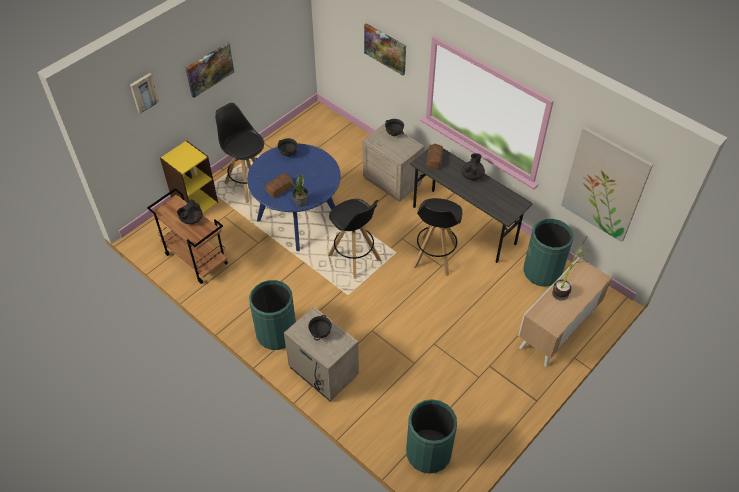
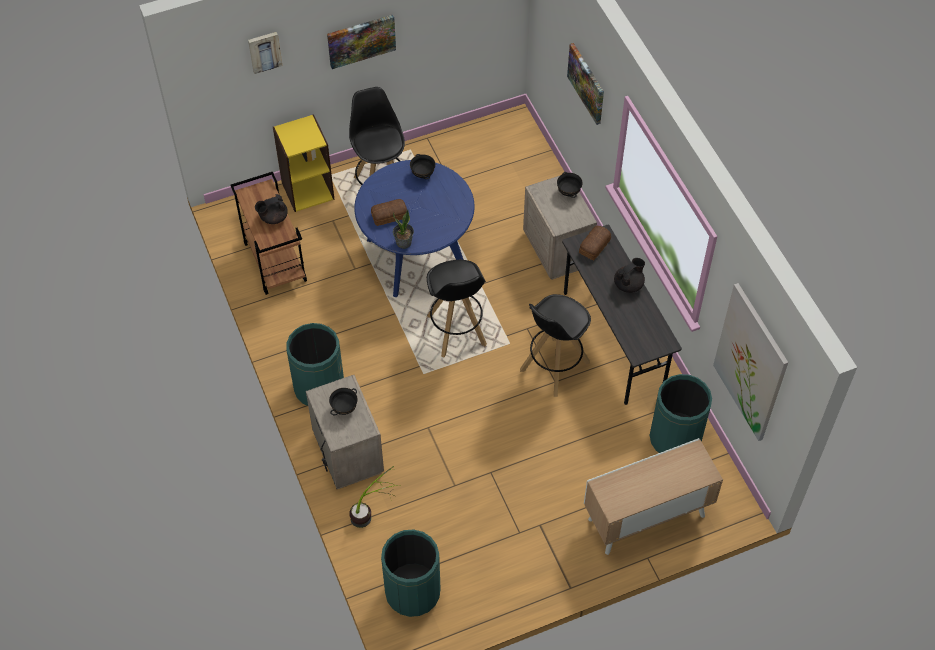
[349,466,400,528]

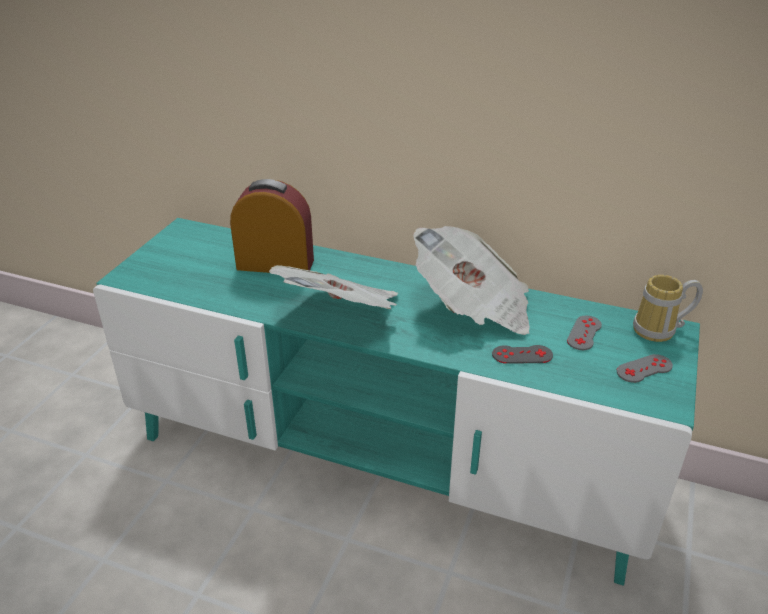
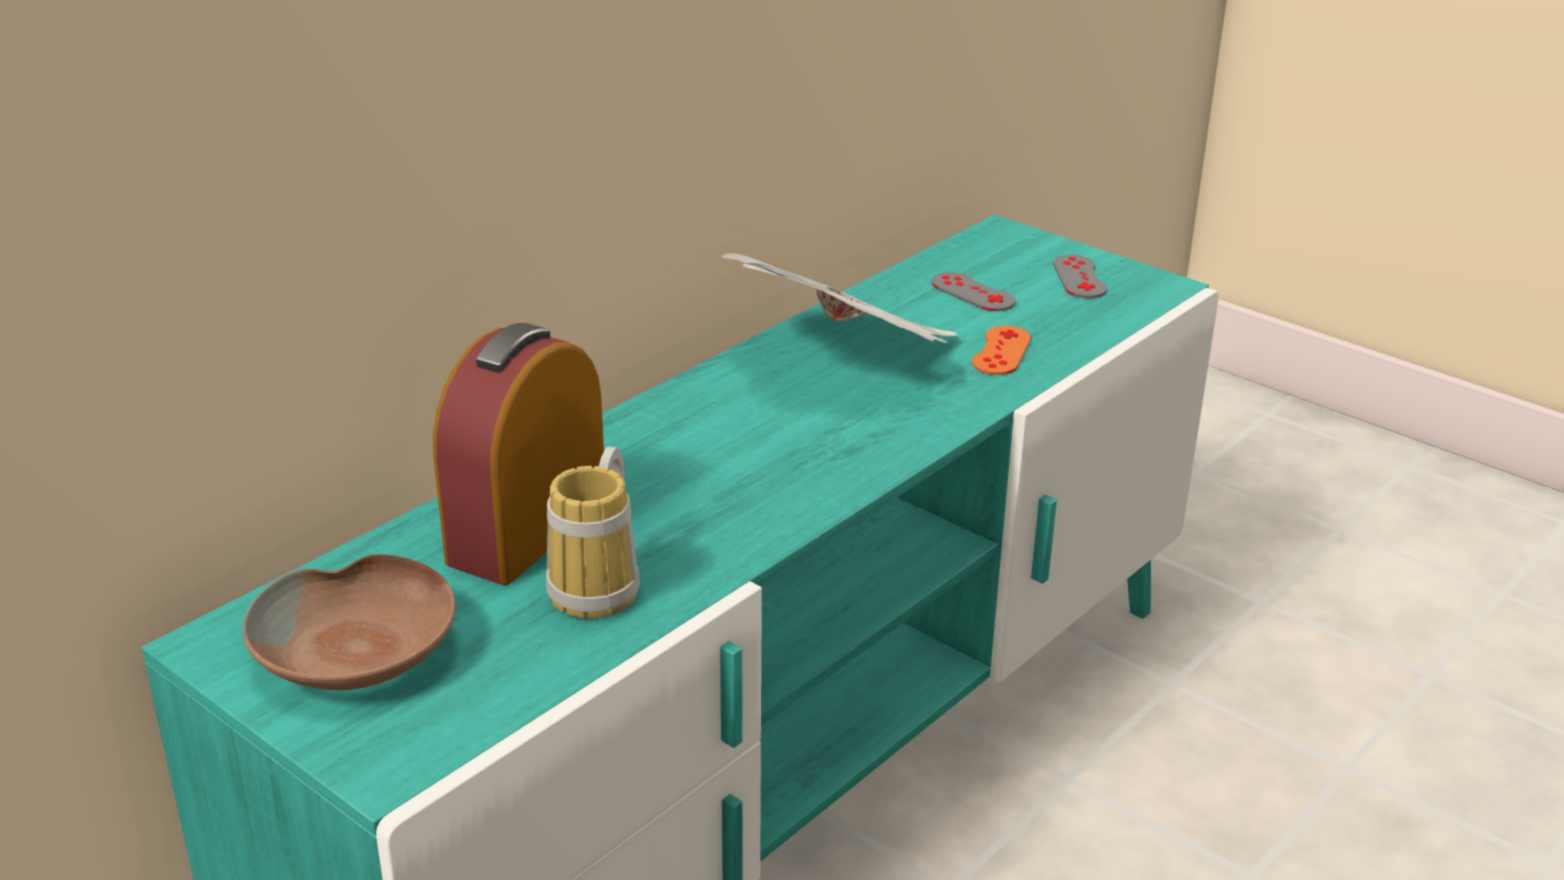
[269,265,398,309] (first image)
[242,554,456,690]
[546,446,640,618]
[972,326,1031,375]

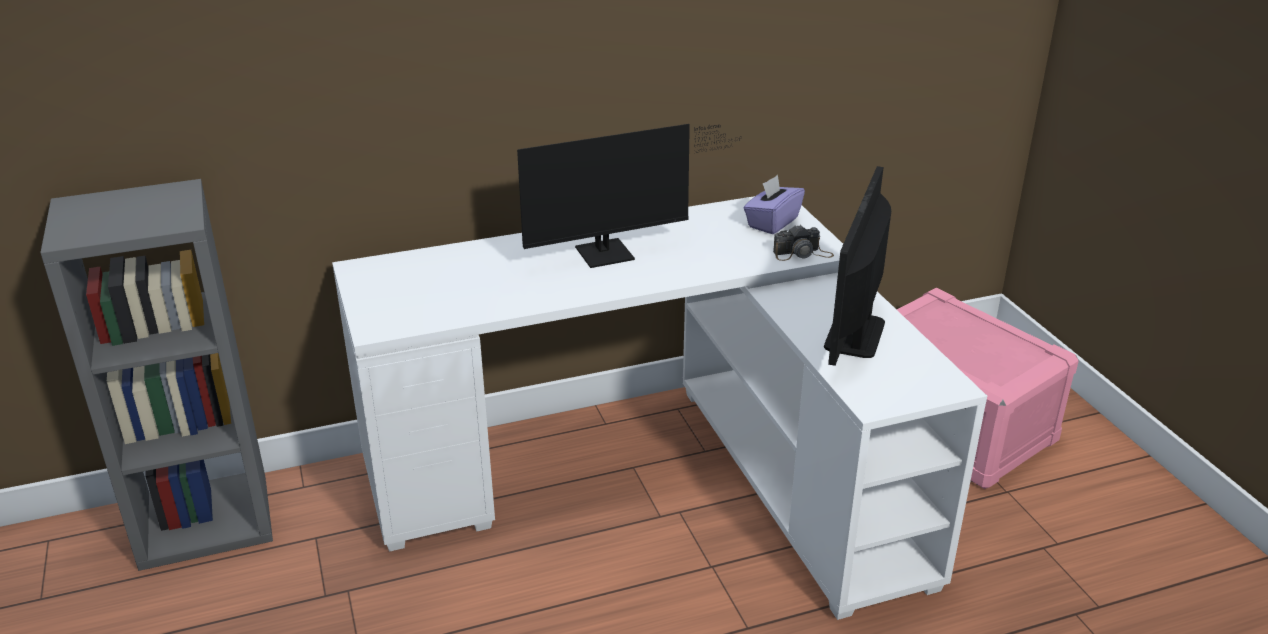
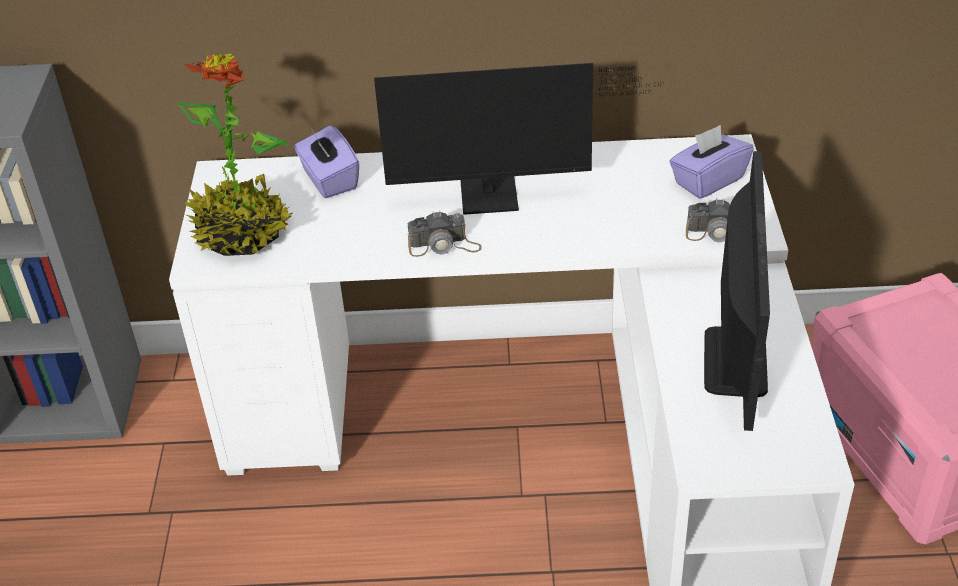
[178,54,293,256]
[294,126,359,198]
[408,211,482,257]
[704,151,770,431]

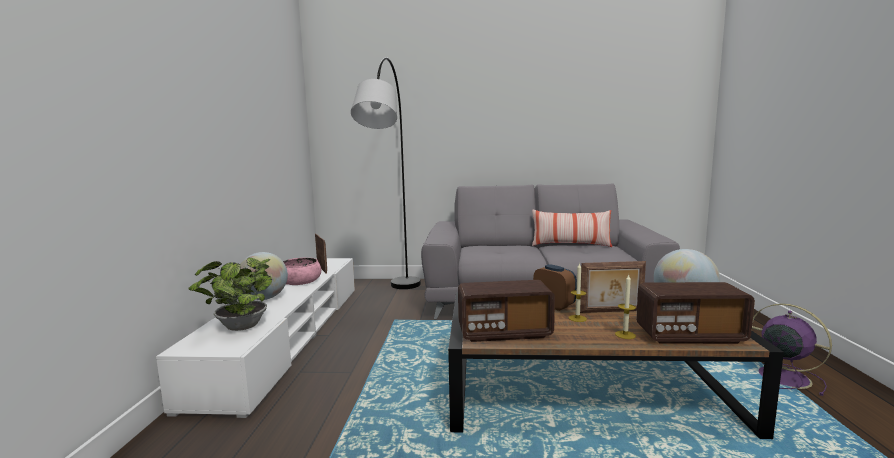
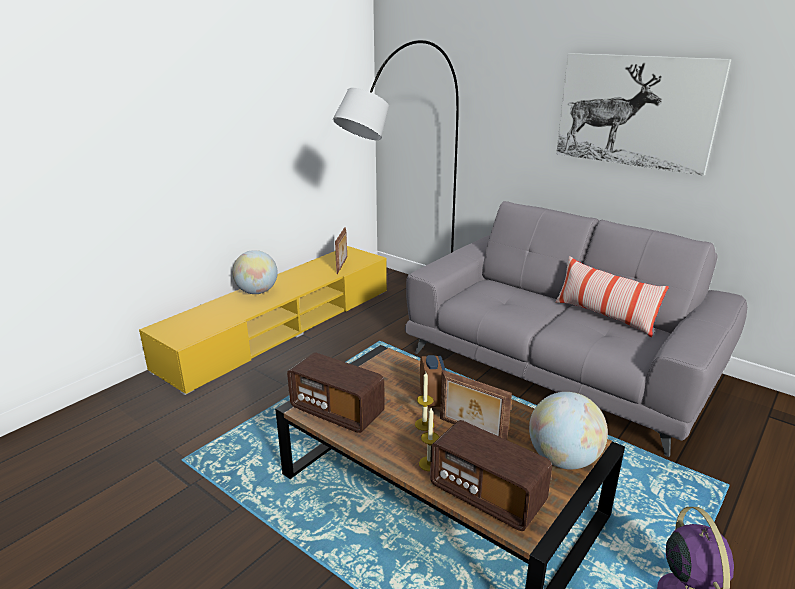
[188,258,272,331] (first image)
[283,258,321,285] (first image)
[556,53,731,176]
[139,246,387,395]

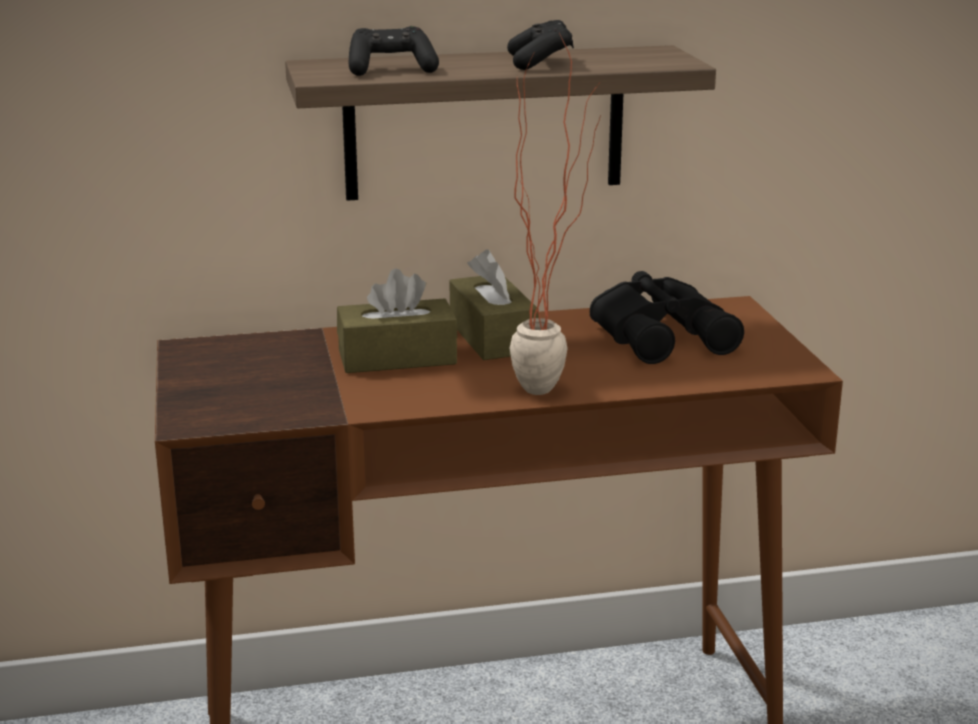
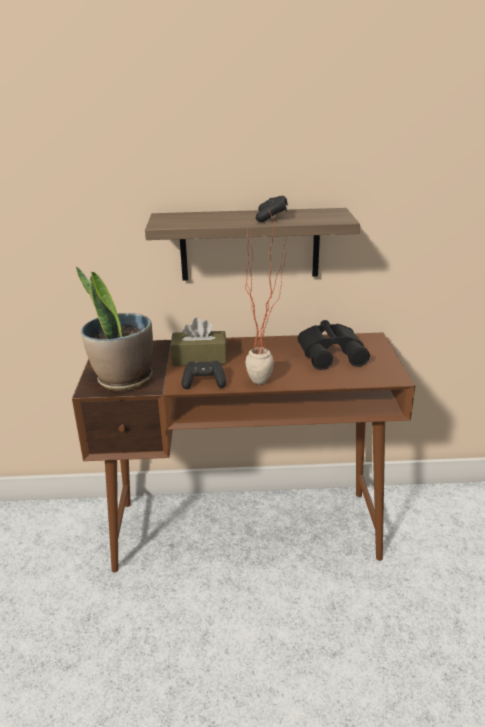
[450,250,539,360] (first image)
[76,267,153,391]
[181,360,226,389]

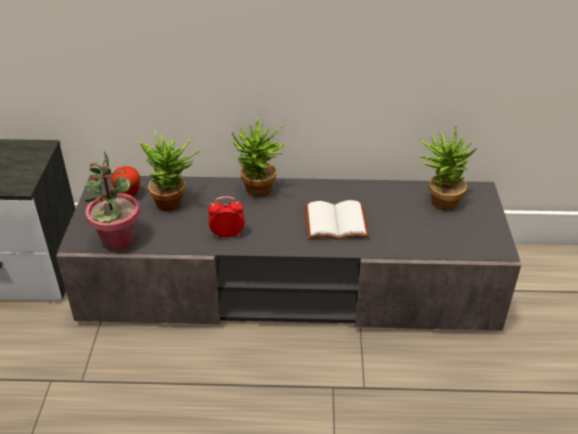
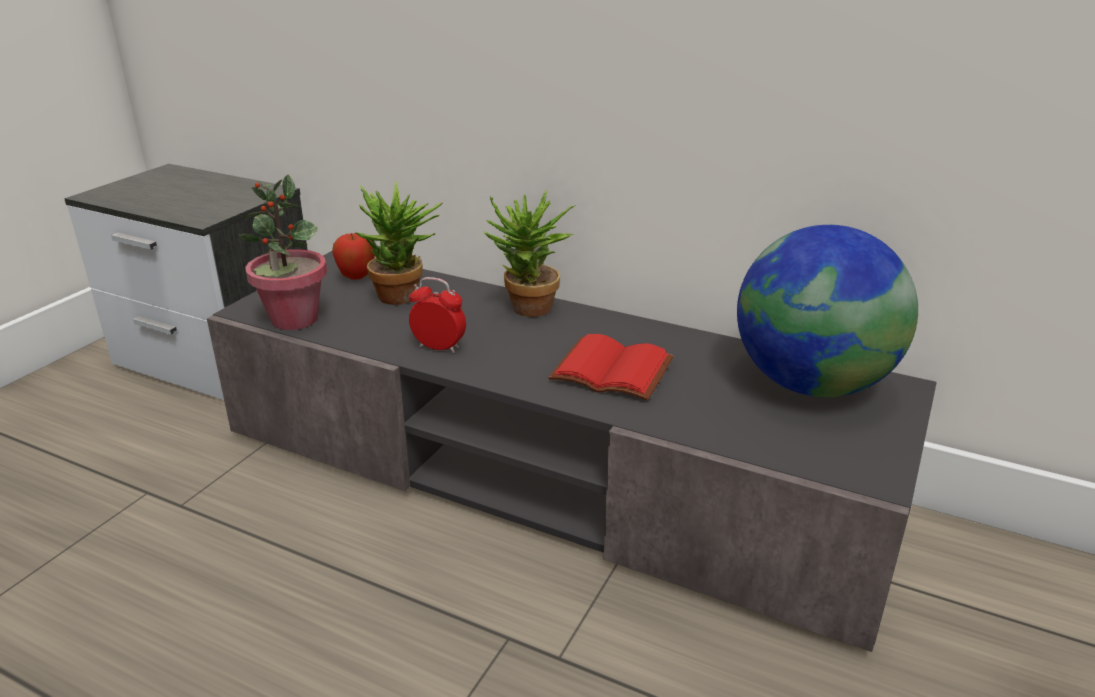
[737,225,918,397]
[548,334,673,401]

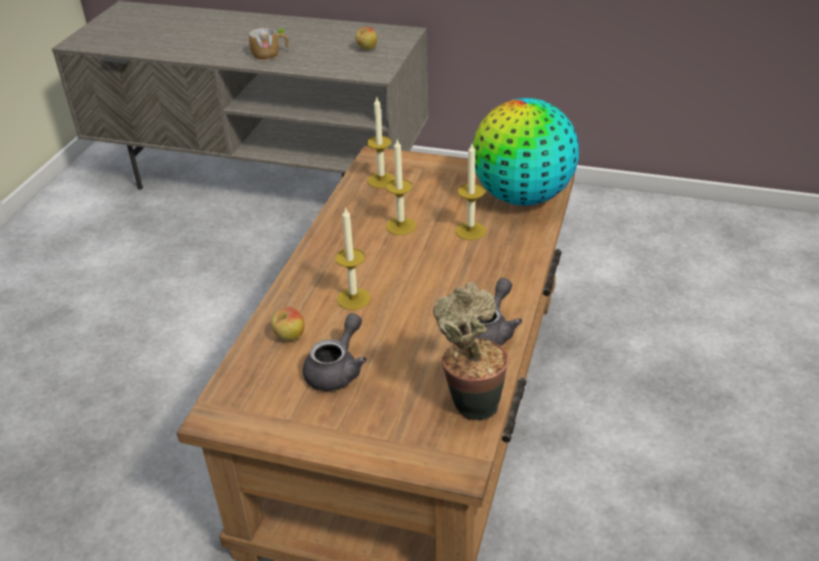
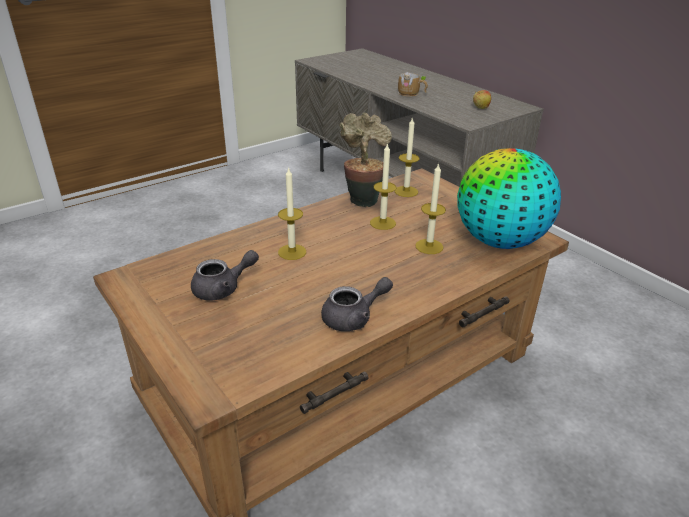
[271,307,304,341] (first image)
[339,113,392,207]

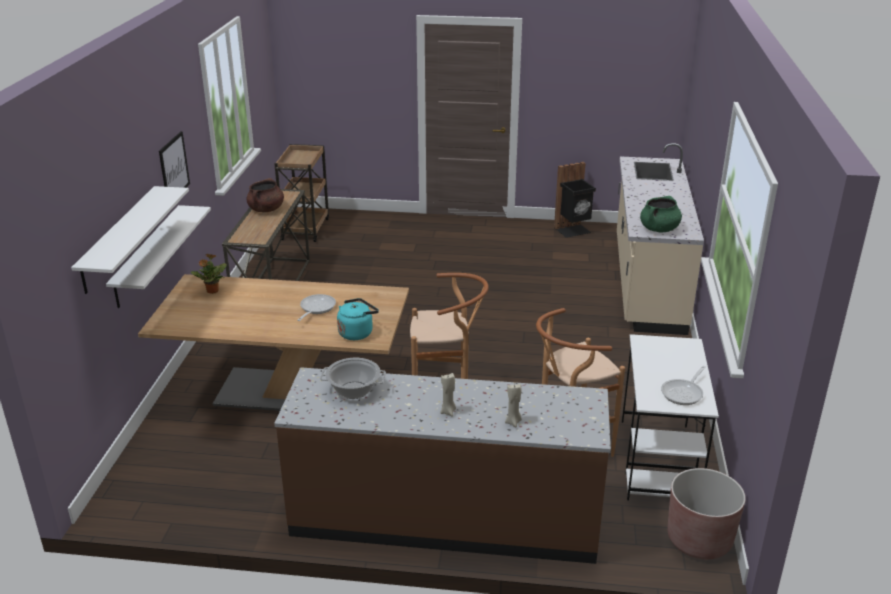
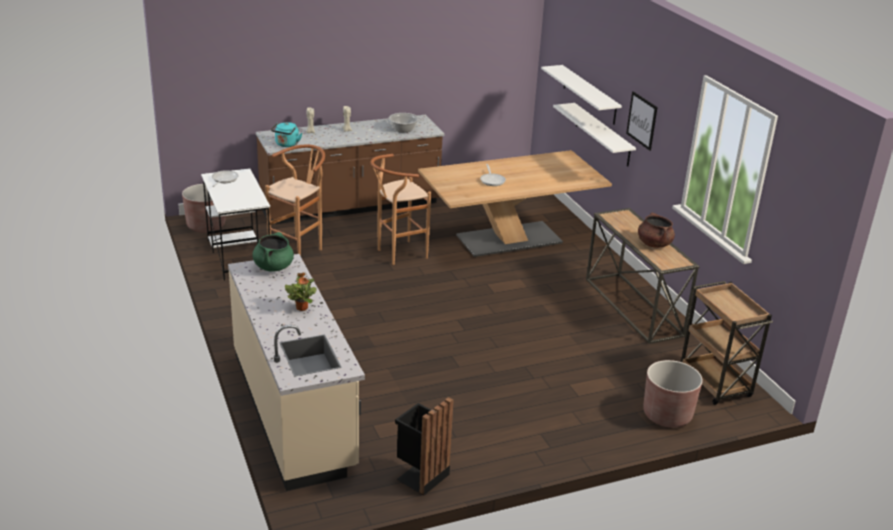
[643,360,703,428]
[285,272,317,311]
[271,122,302,147]

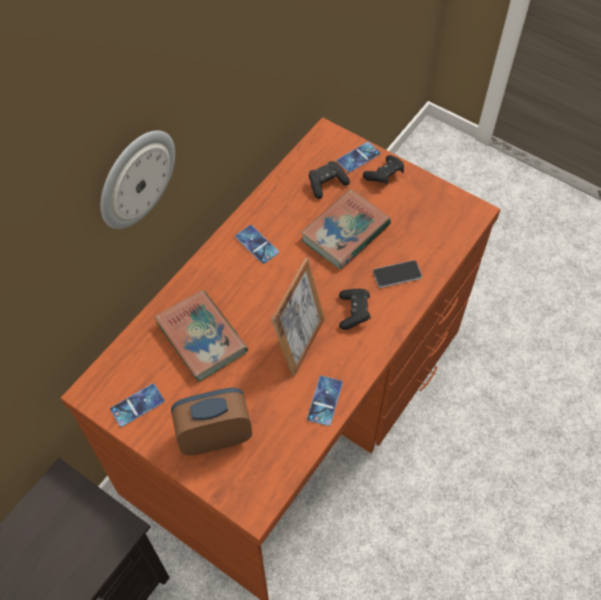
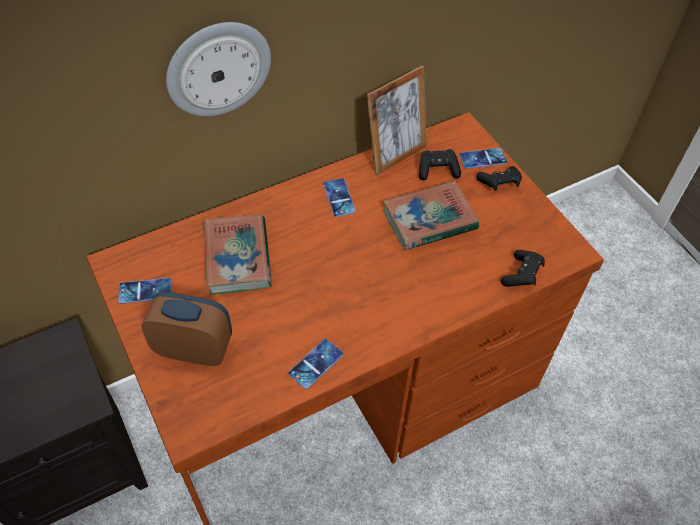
[373,260,422,288] (first image)
[367,66,427,175]
[501,250,545,287]

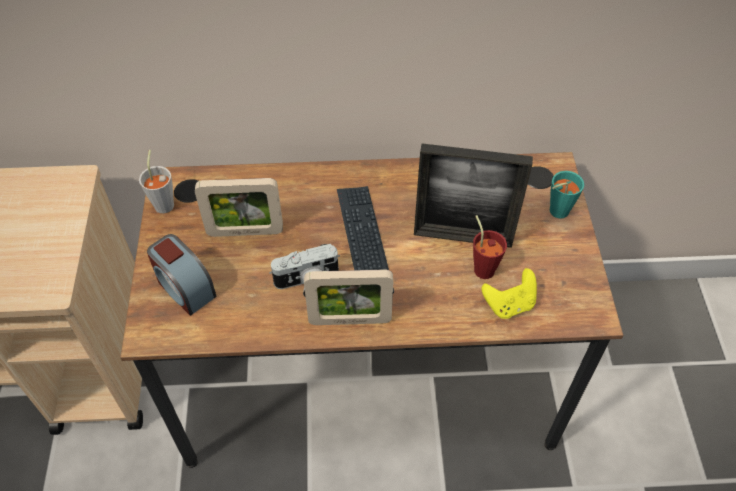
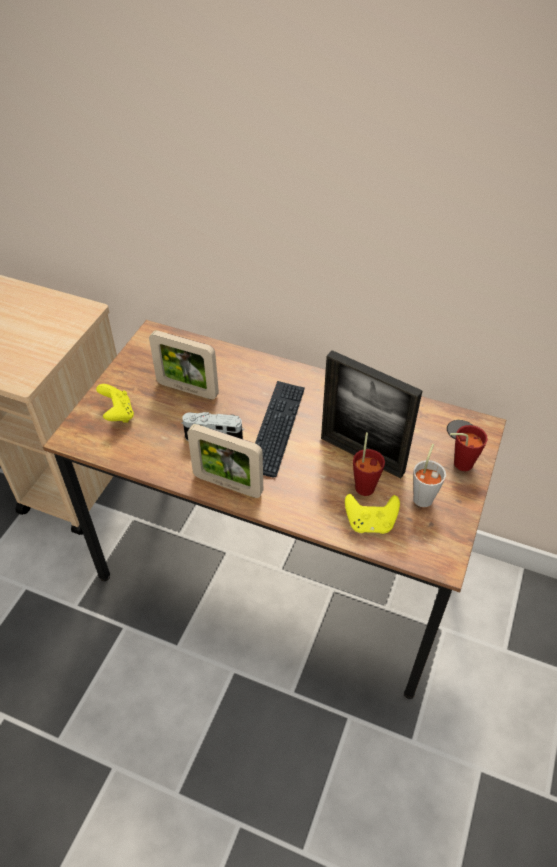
[413,444,446,508]
[96,384,134,423]
[450,425,488,471]

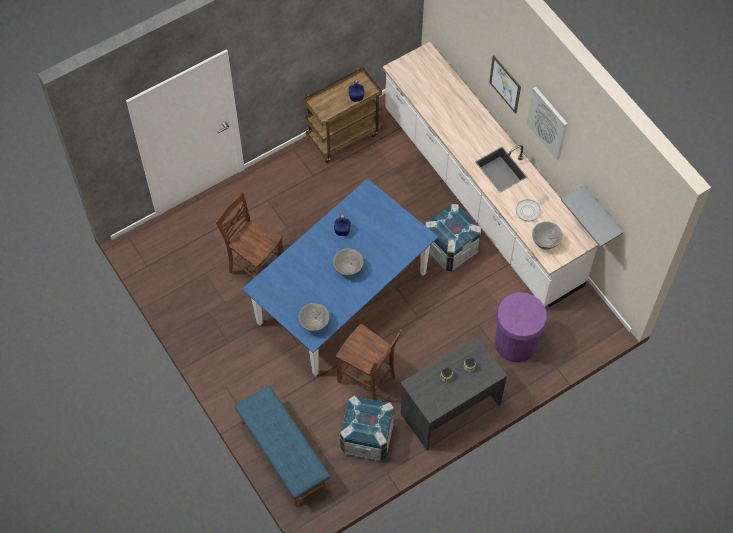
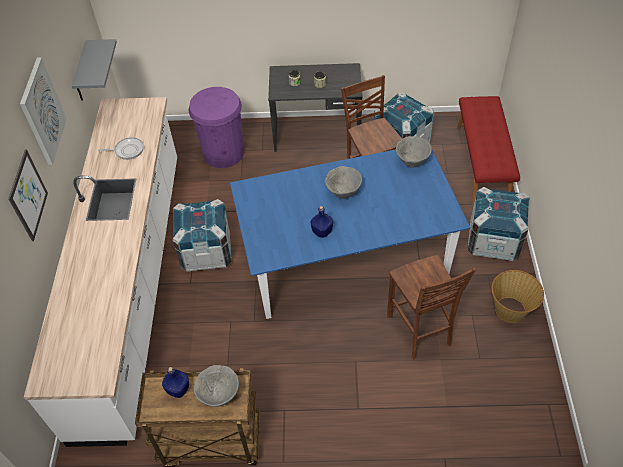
[467,187,530,261]
[492,270,544,323]
[194,365,239,407]
[457,96,520,205]

